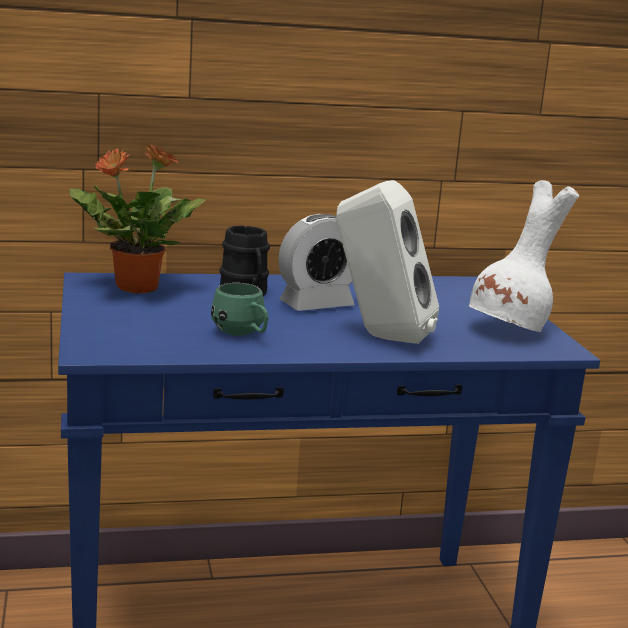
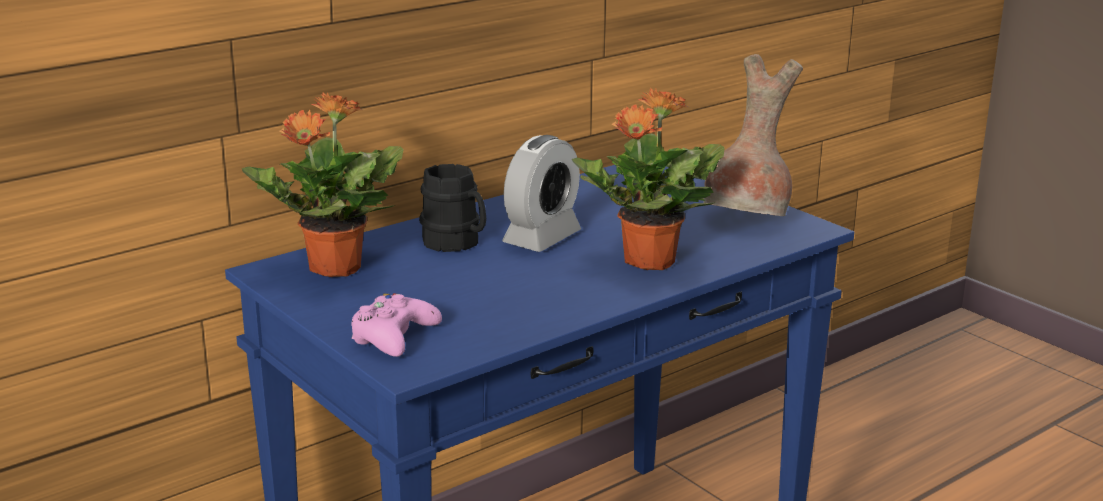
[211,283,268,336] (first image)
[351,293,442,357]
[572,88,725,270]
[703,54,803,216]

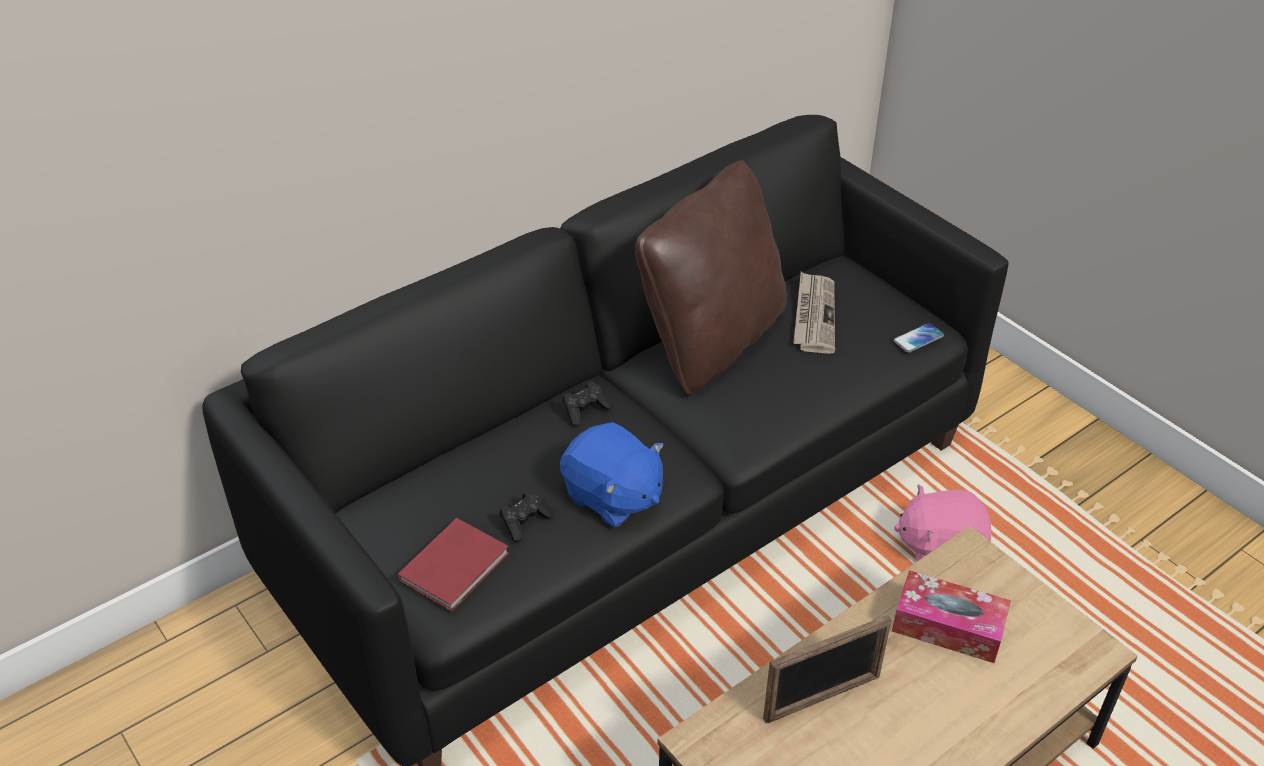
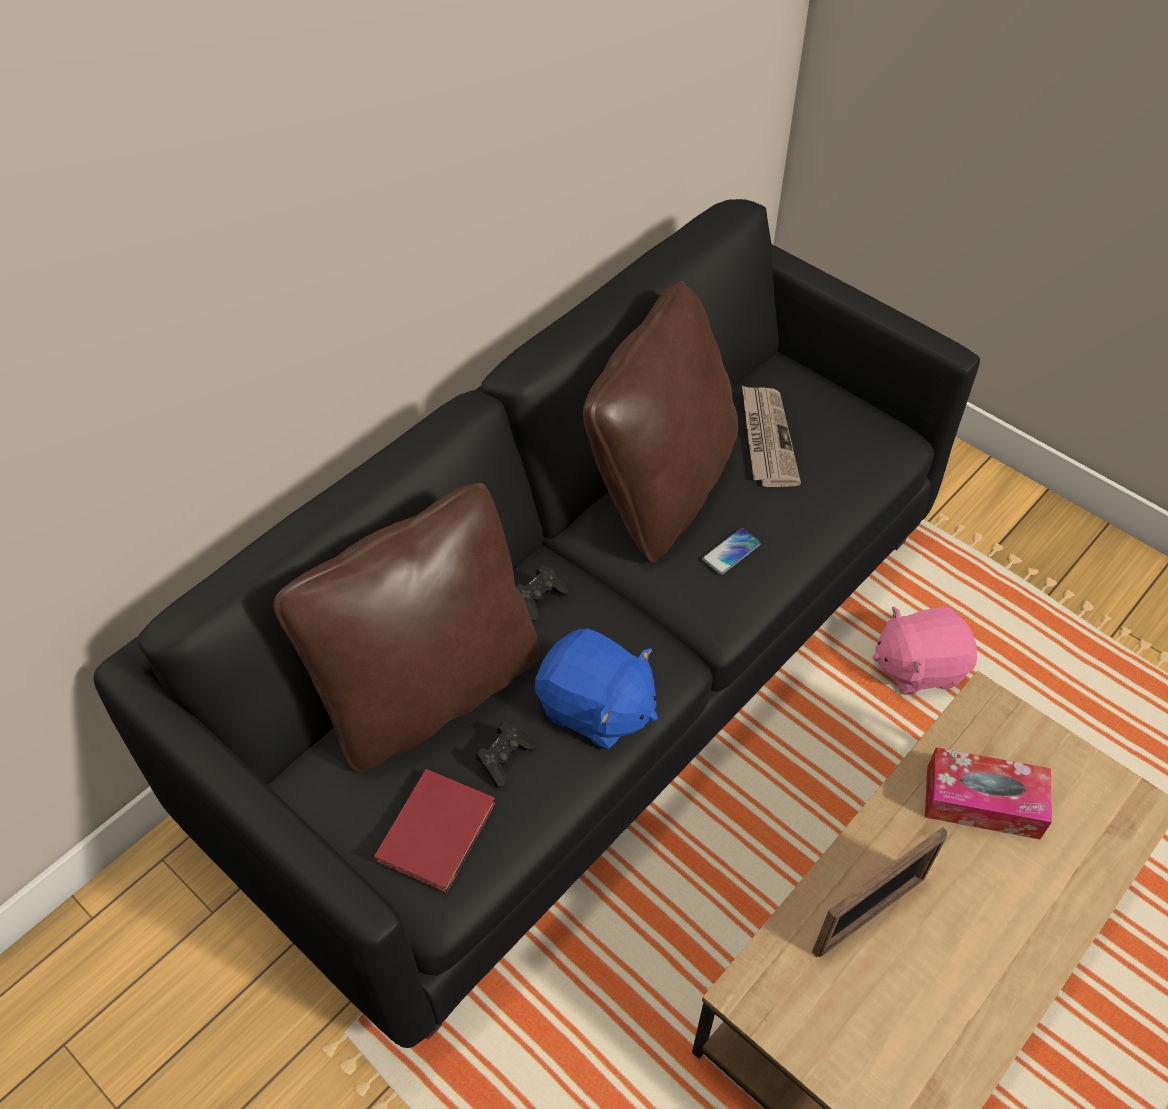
[273,483,539,772]
[702,528,761,575]

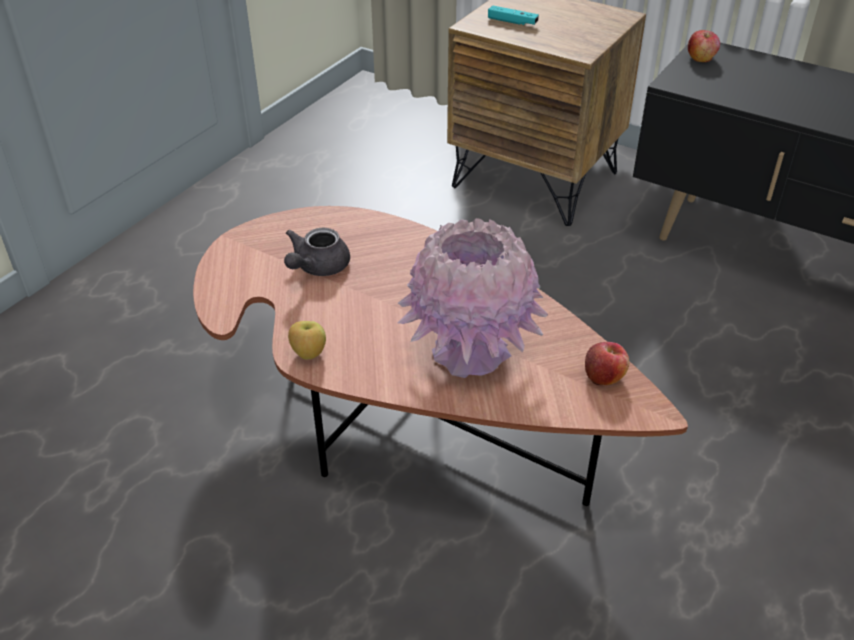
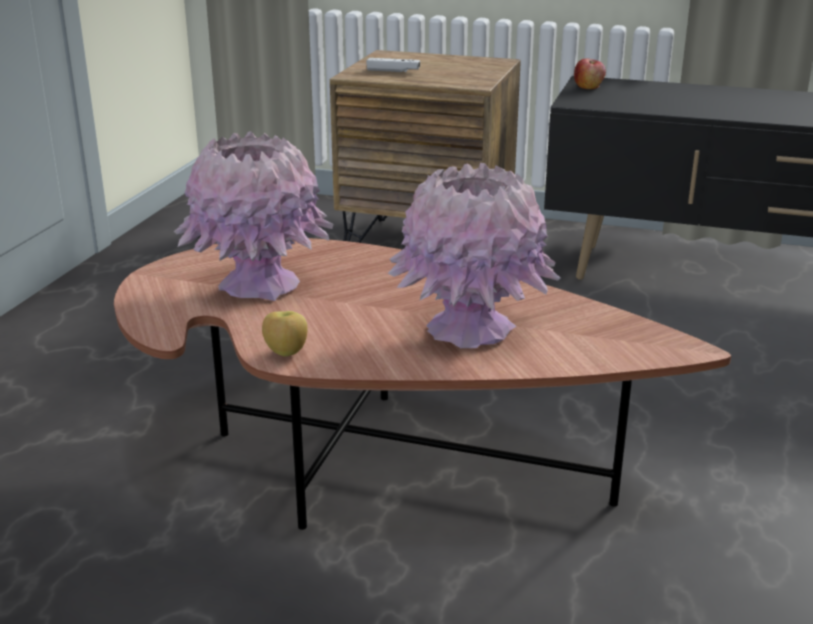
[585,342,629,385] (first image)
[174,131,333,301]
[366,58,420,72]

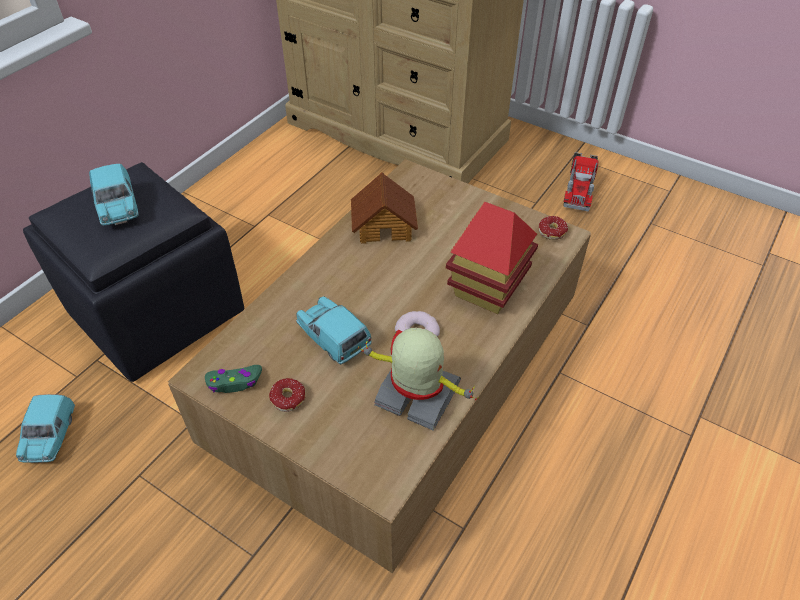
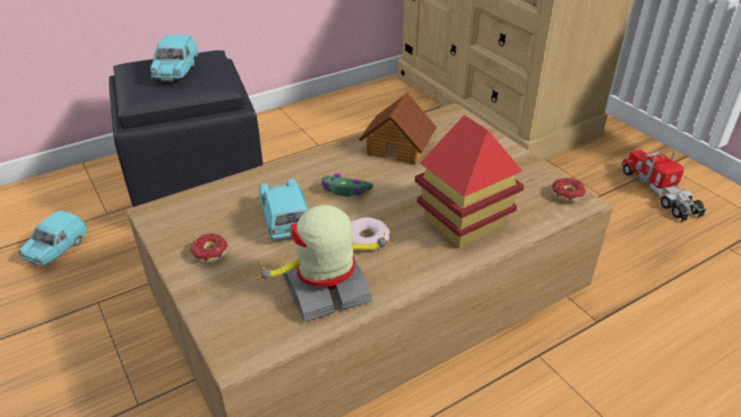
[322,174,373,197]
[255,205,393,322]
[621,150,707,222]

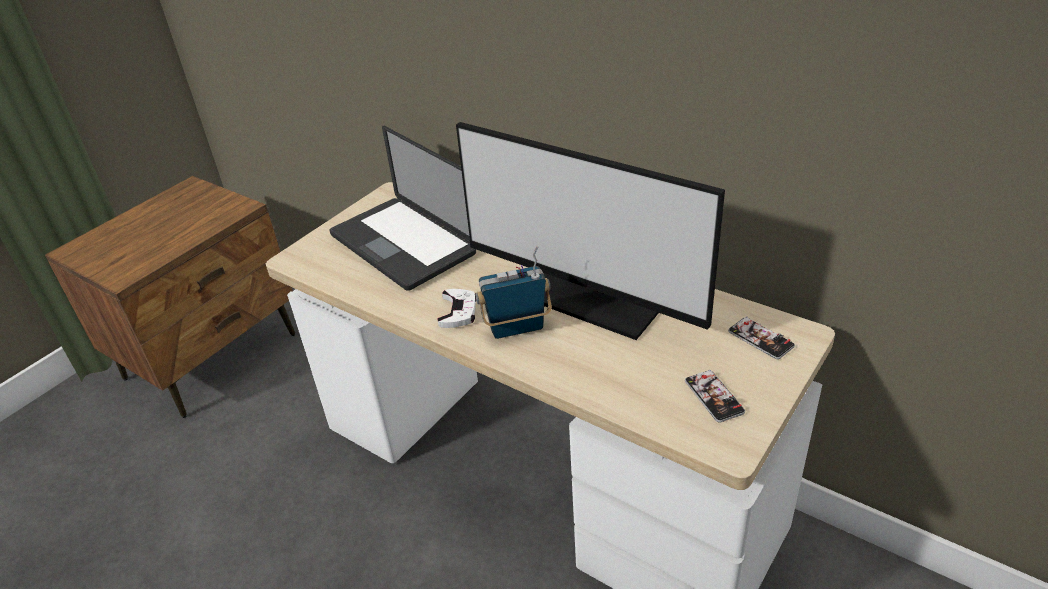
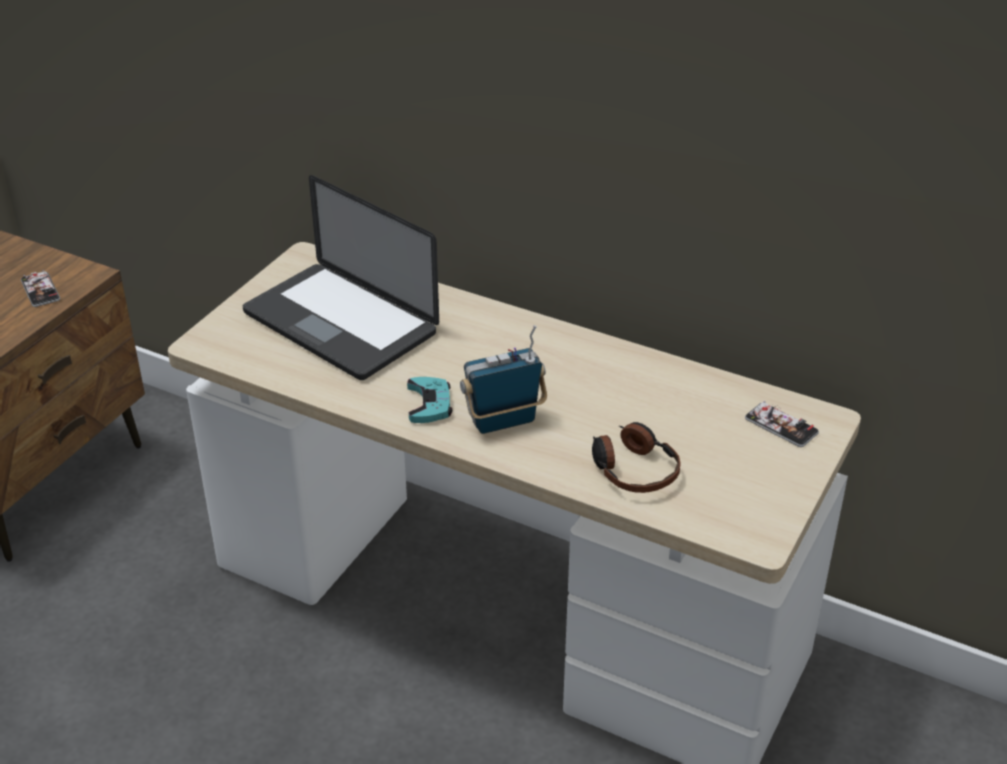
[456,122,725,340] (first image)
[592,422,680,493]
[21,270,60,307]
[407,377,452,423]

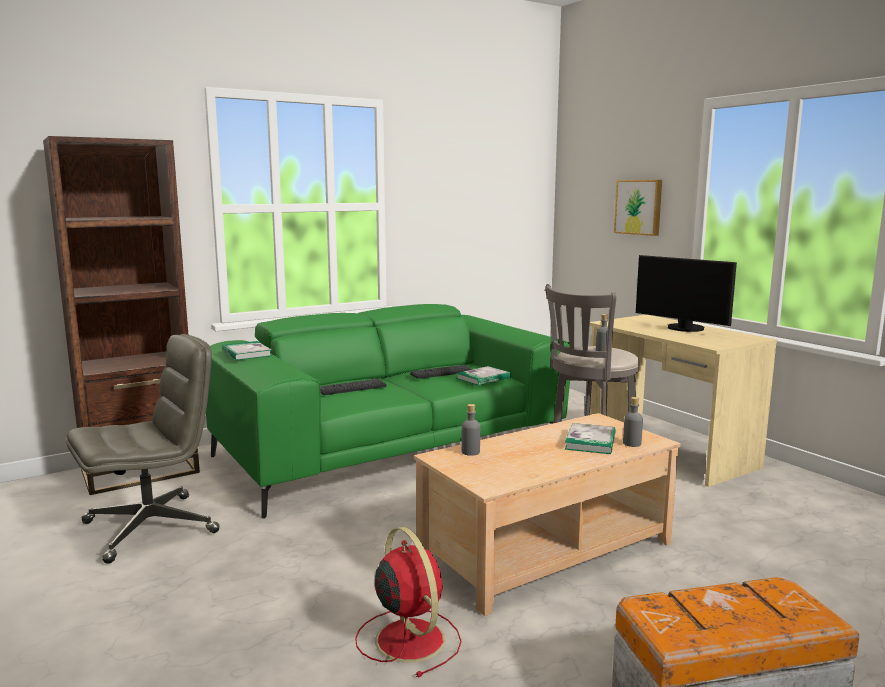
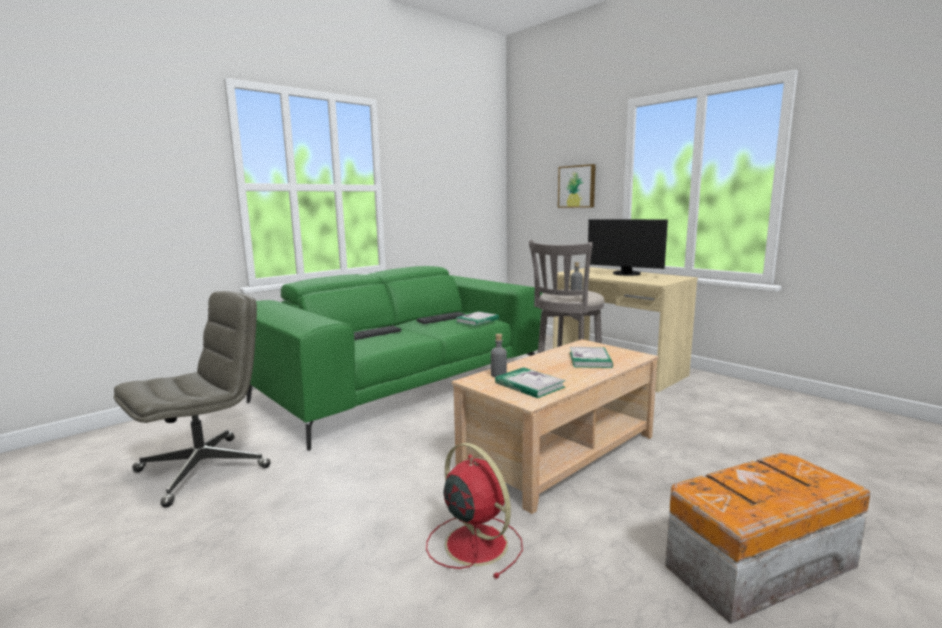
[43,136,200,495] (first image)
[623,397,643,447] (first image)
[495,367,566,398]

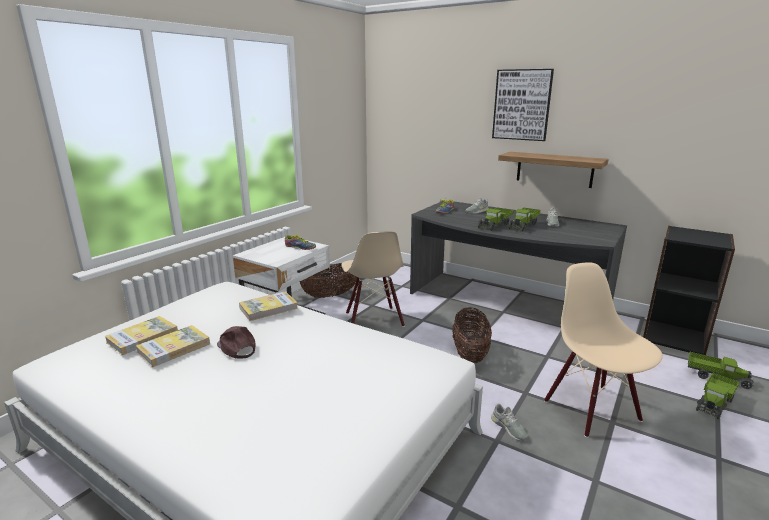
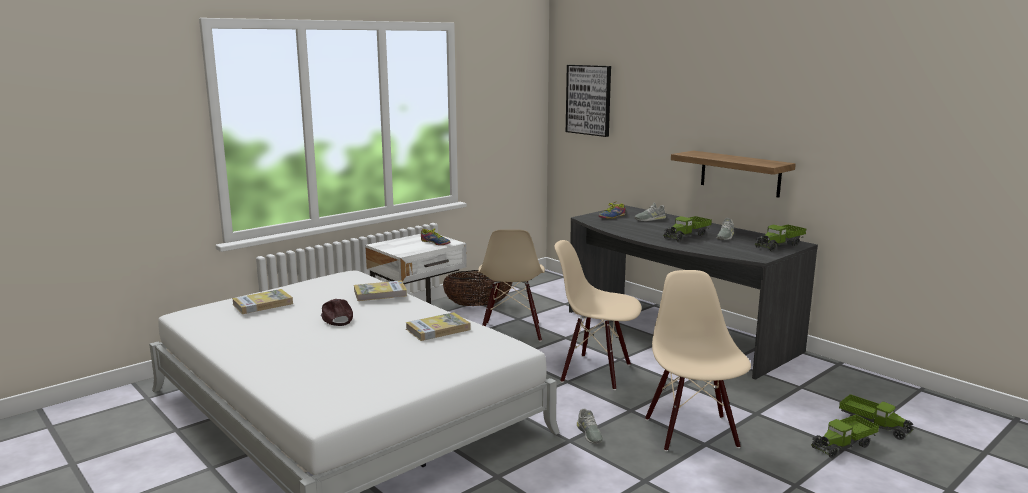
[643,226,735,355] (first image)
[405,312,471,341]
[755,225,806,252]
[566,65,611,137]
[555,240,641,390]

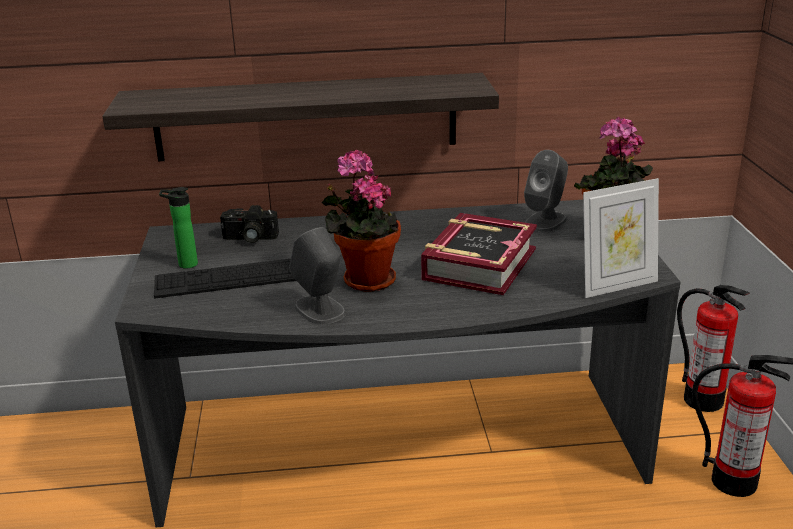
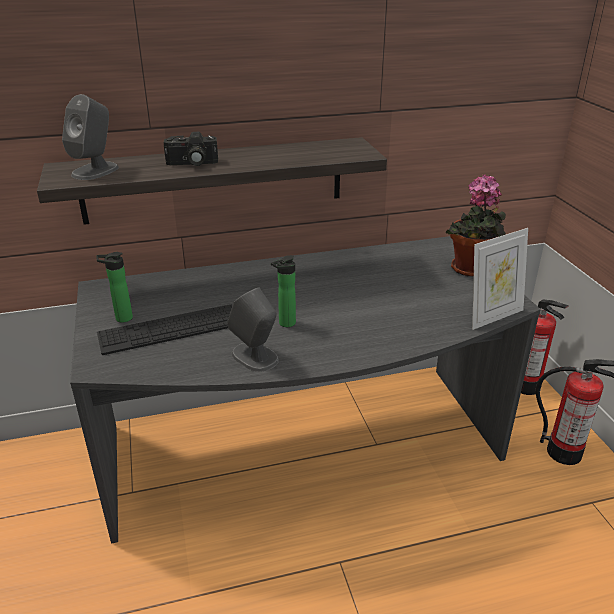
[421,213,537,295] (first image)
[164,132,218,166]
[62,94,119,180]
[271,255,296,327]

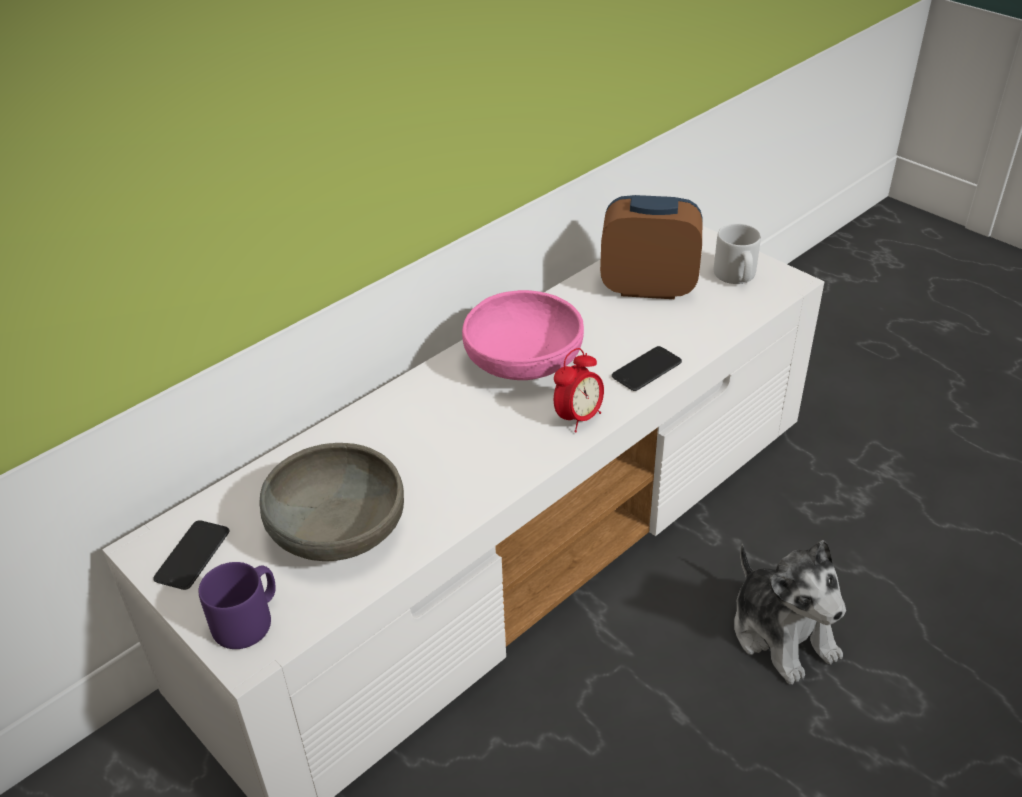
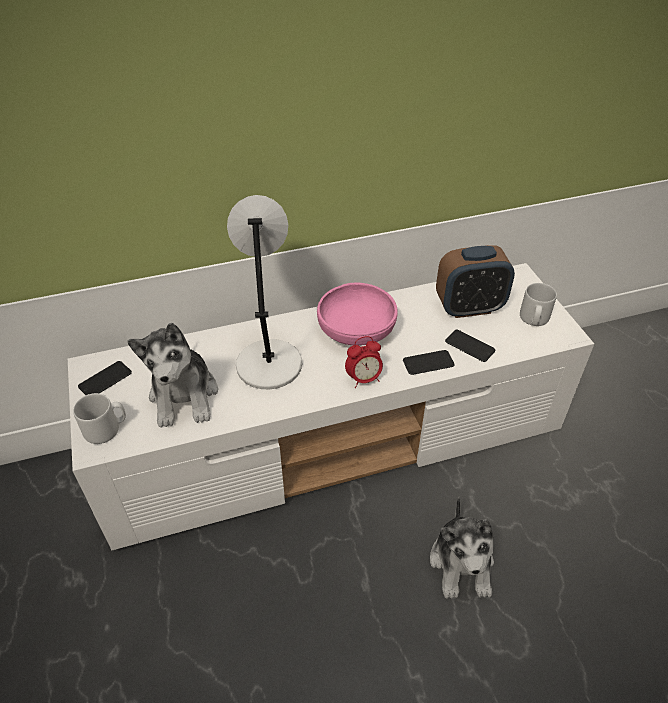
[227,195,302,389]
[445,330,495,362]
[127,323,218,428]
[73,393,126,444]
[436,245,515,318]

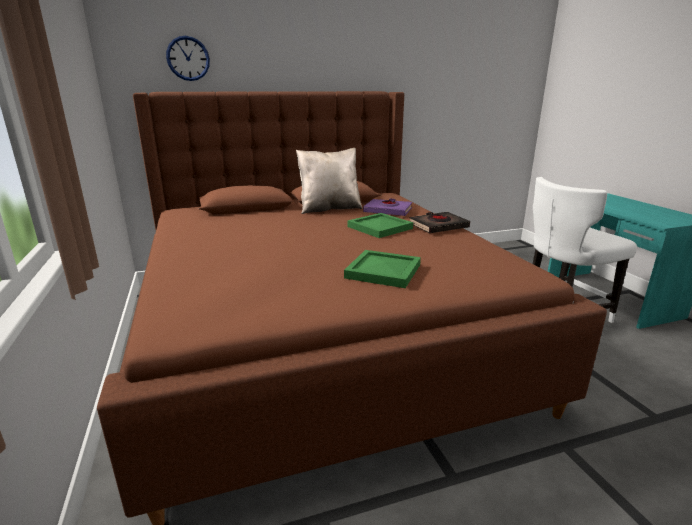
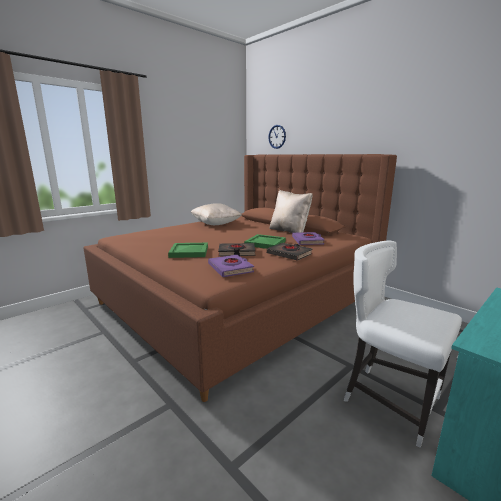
[190,203,242,225]
[208,255,254,277]
[218,243,256,256]

